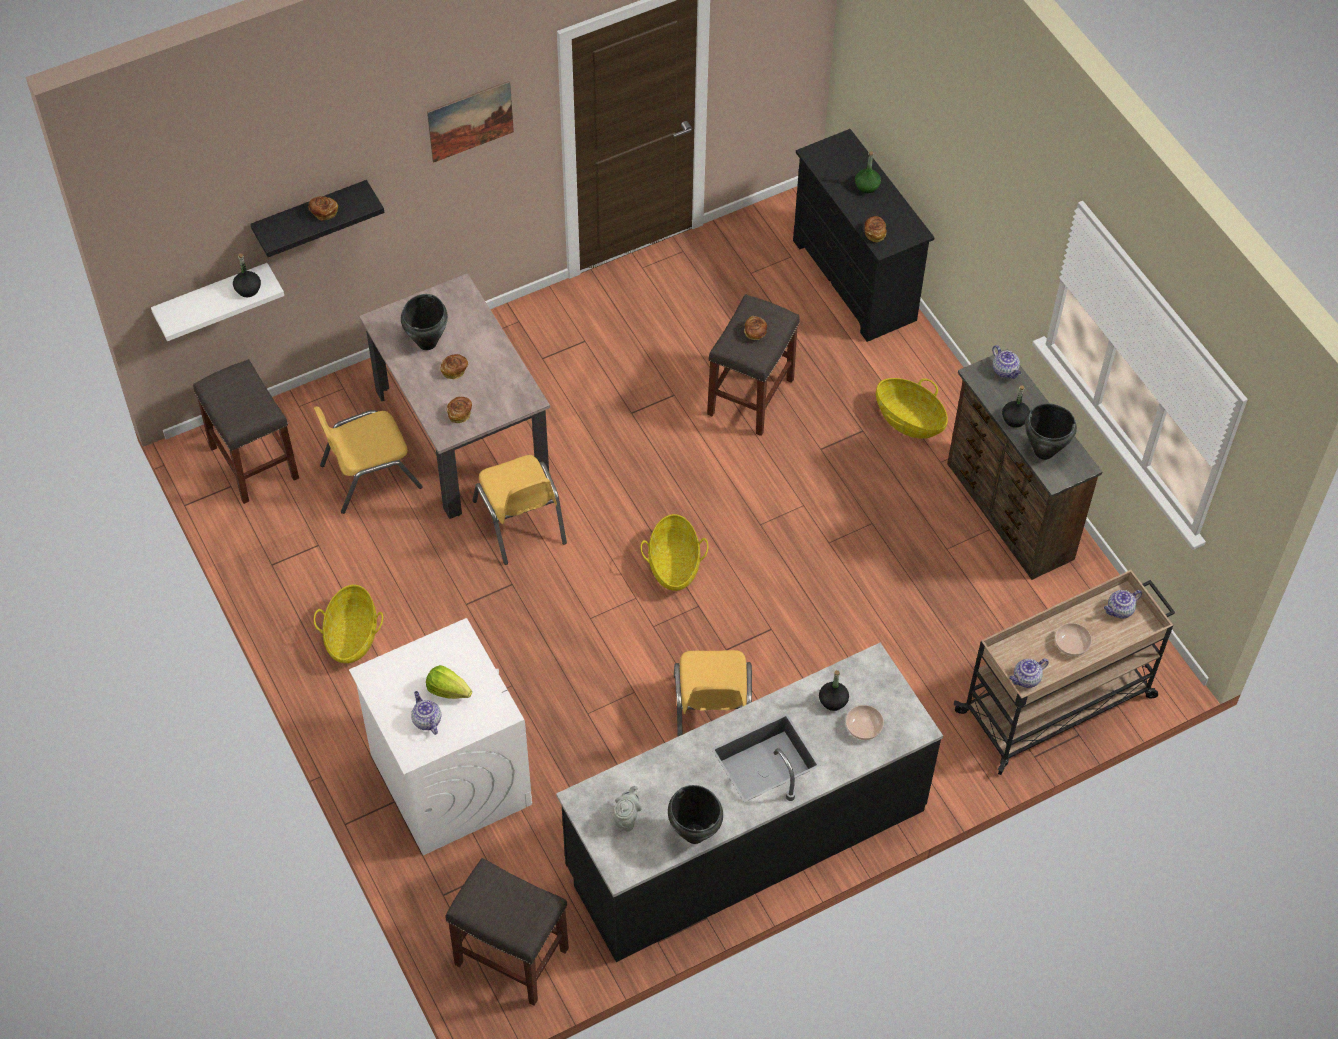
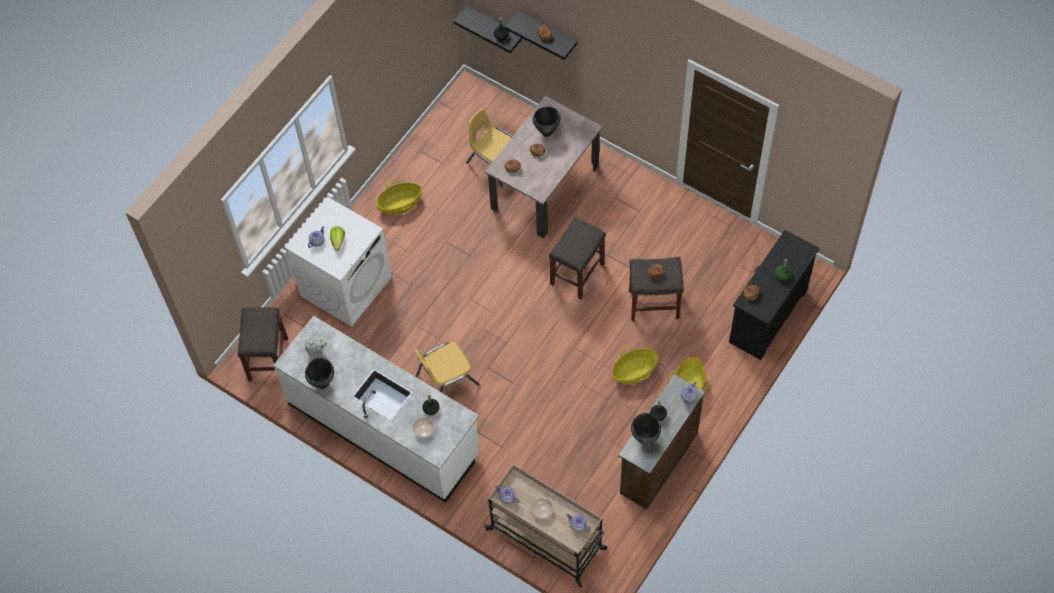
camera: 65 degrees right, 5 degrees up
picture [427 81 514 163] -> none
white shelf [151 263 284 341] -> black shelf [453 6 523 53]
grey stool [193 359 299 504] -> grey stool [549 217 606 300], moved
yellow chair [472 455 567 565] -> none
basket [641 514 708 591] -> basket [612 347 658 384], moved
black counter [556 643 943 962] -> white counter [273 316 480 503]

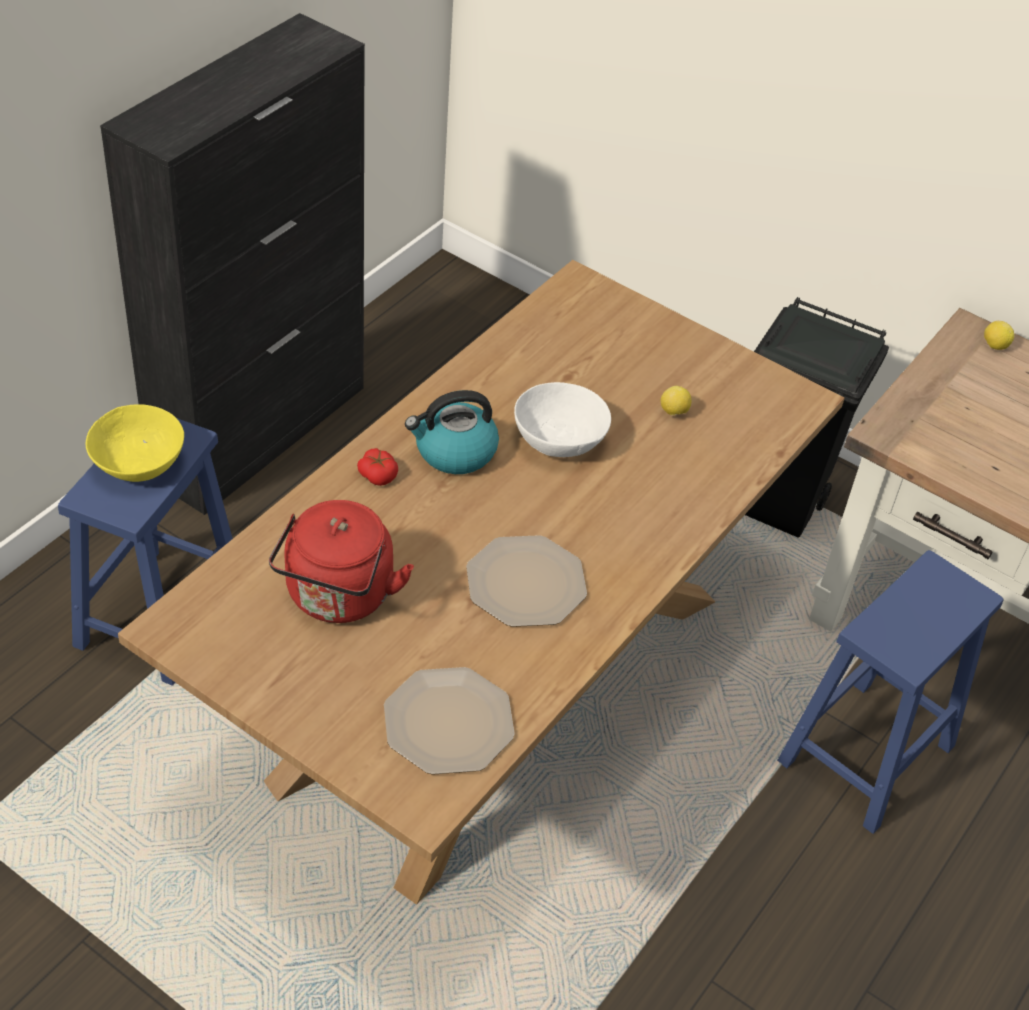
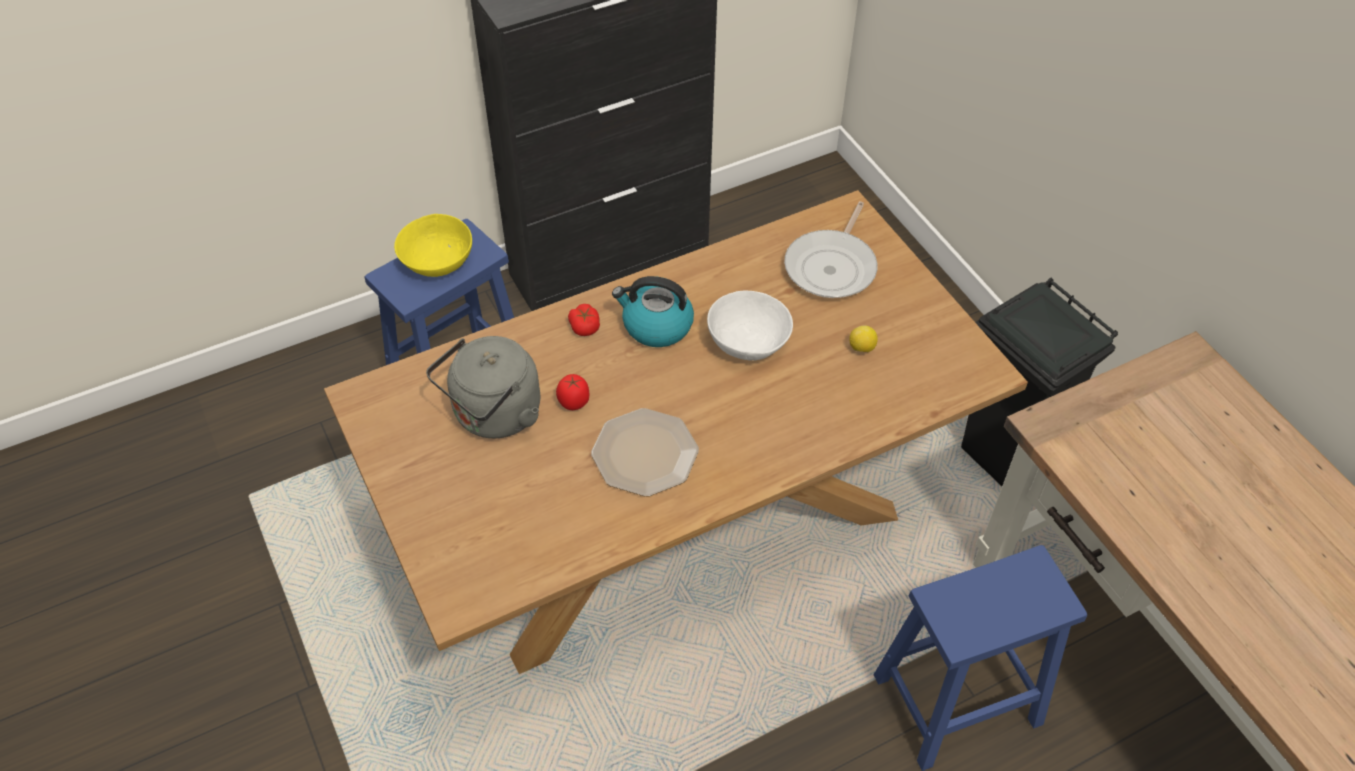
camera: 30 degrees right, 5 degrees up
lemon [984 321 1015 350] -> none
red kettle [269 500 414 623] -> grey kettle [426 336 540 438]
plate [384 667 515 775] -> none
none -> frying pan [784 201 878 298]
none -> tomato [556 374 589 410]

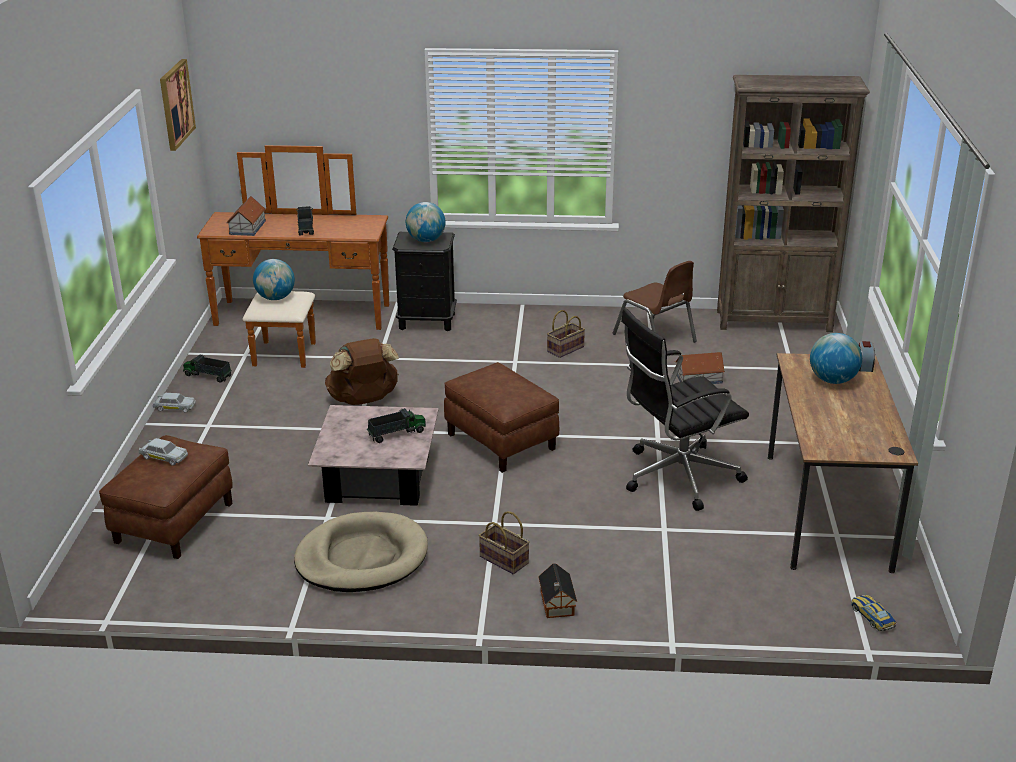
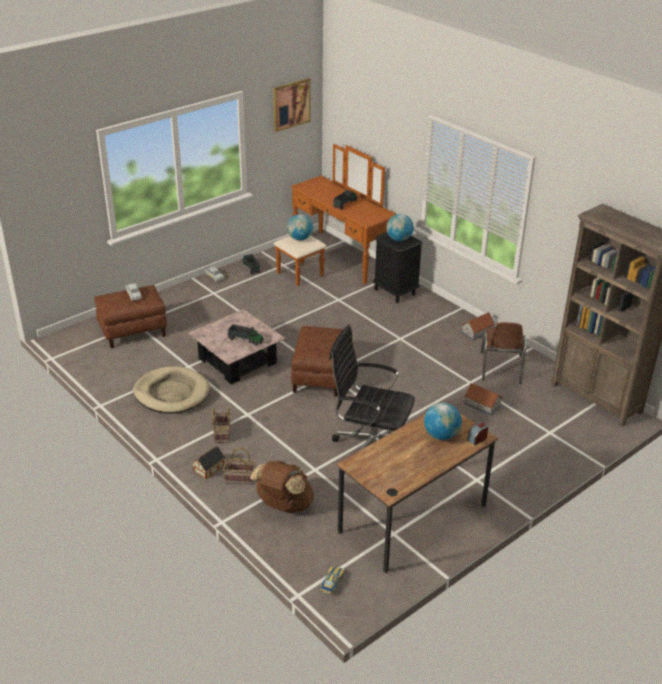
camera: 45 degrees right, 5 degrees up
toy house [227 196 266 236] -> toy house [461 312 495 341], moved
basket [547 310 585 358] -> basket [223 448 256 485], moved
brown backpack [325 338 399 405] -> brown backpack [250 460 314 513], moved

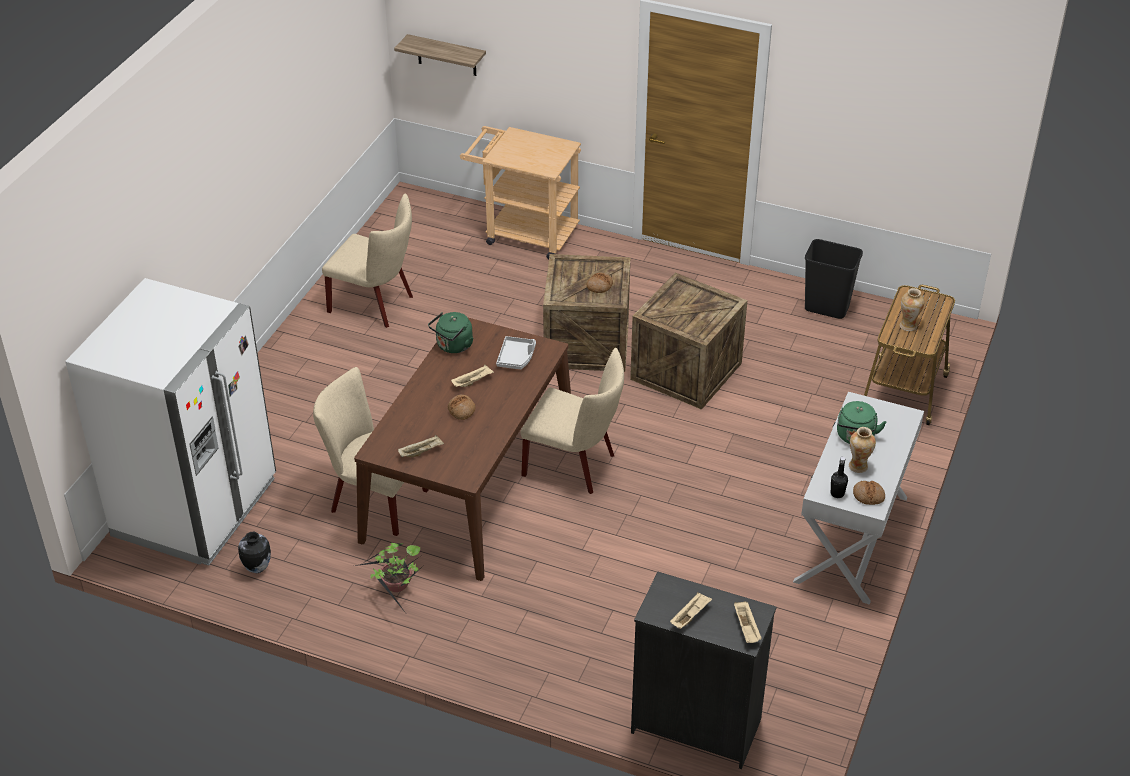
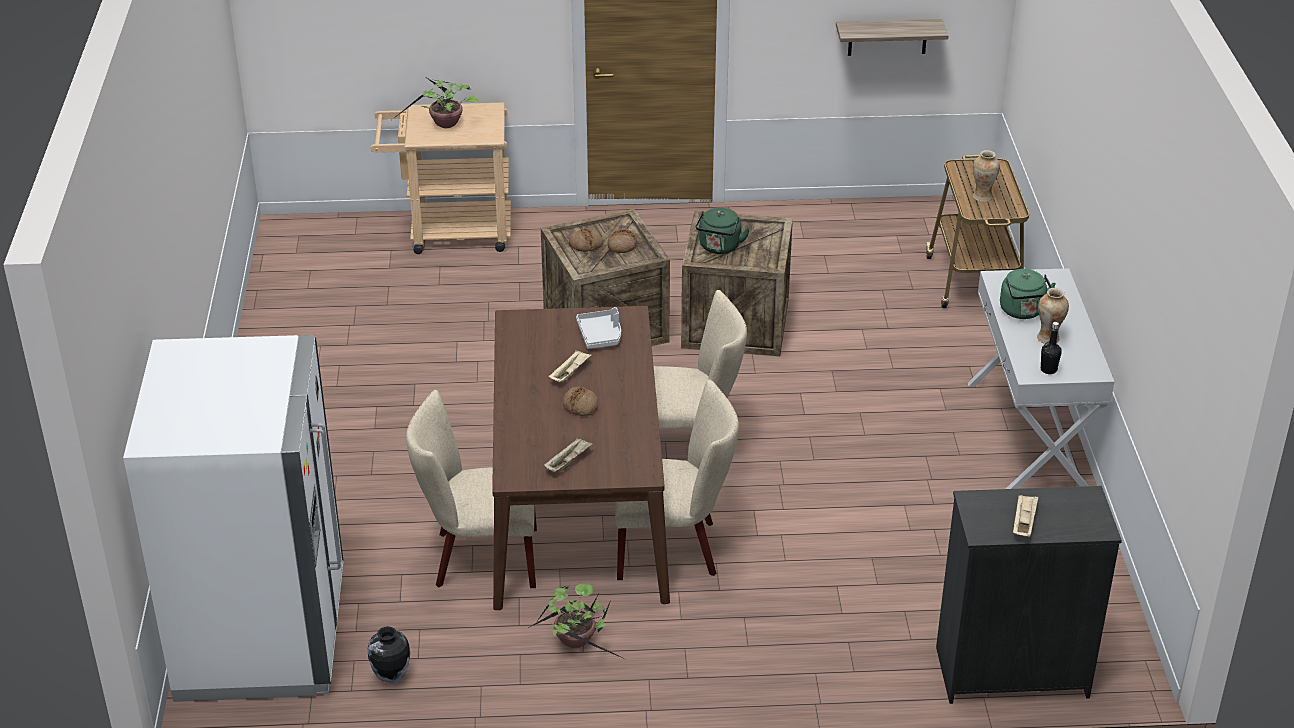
camera: 25 degrees left, 5 degrees down
shelf [394 34 486 76] -> shelf [836 19 948 56], moved
beige chair [322 193 413 328] -> beige chair [615 379 739 580], moved
black trash can [805 239 863 319] -> none
green kettle [428 312 473 353] -> green kettle [695 208 750 254], moved
bread [853 481 885 505] -> bread [569 228 603 252], moved
beige tray [734 601 762 643] -> none
none -> potted plant [393 78 479 128]

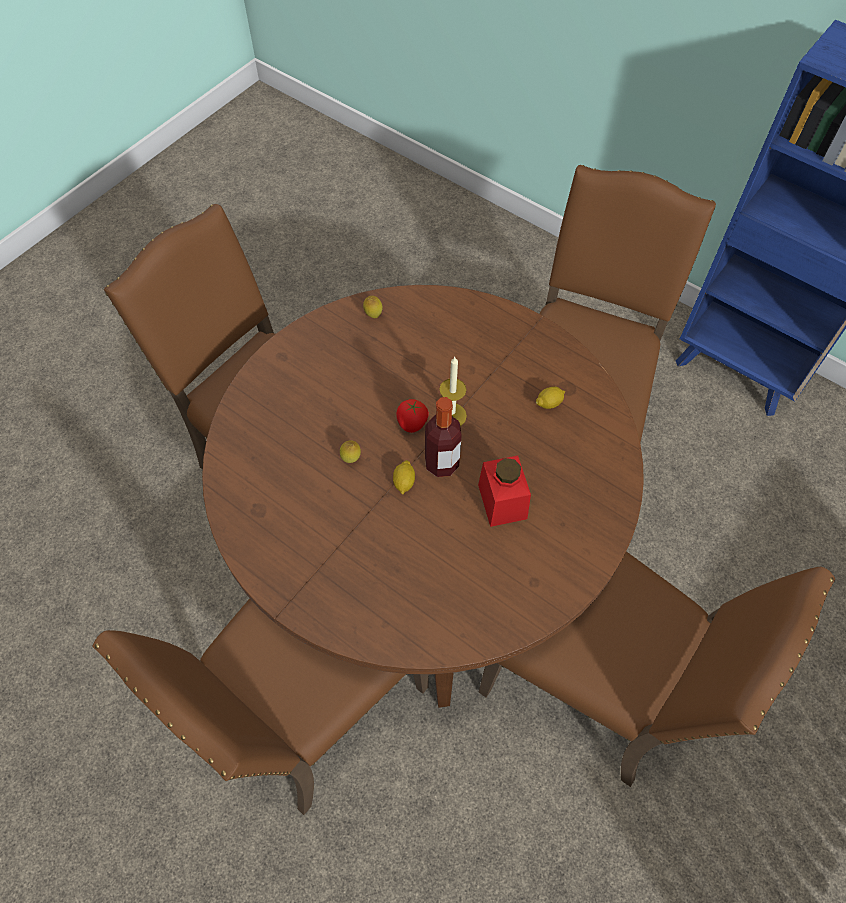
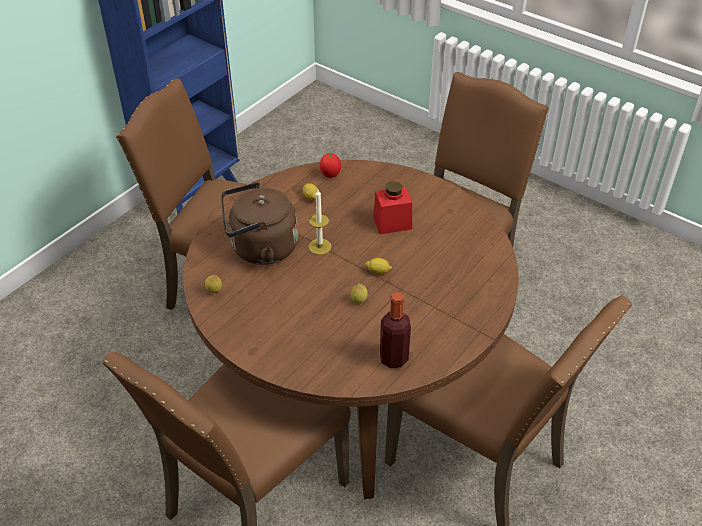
camera: 90 degrees left, 15 degrees down
bottle [425 397 462 477] -> bottle [380 292 411 369], moved
tomato [396 399 429 433] -> tomato [320 153 341 178], moved
none -> brown kettle [221 182 298 265]

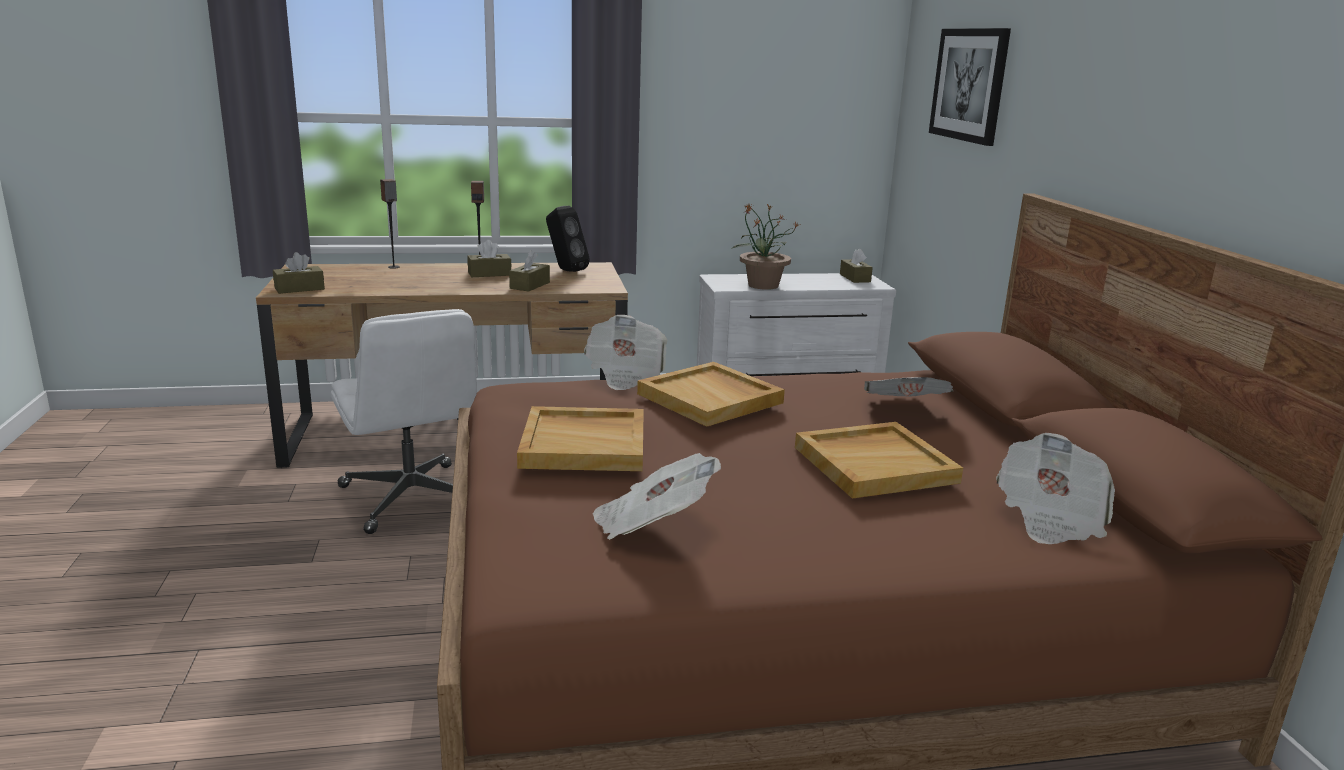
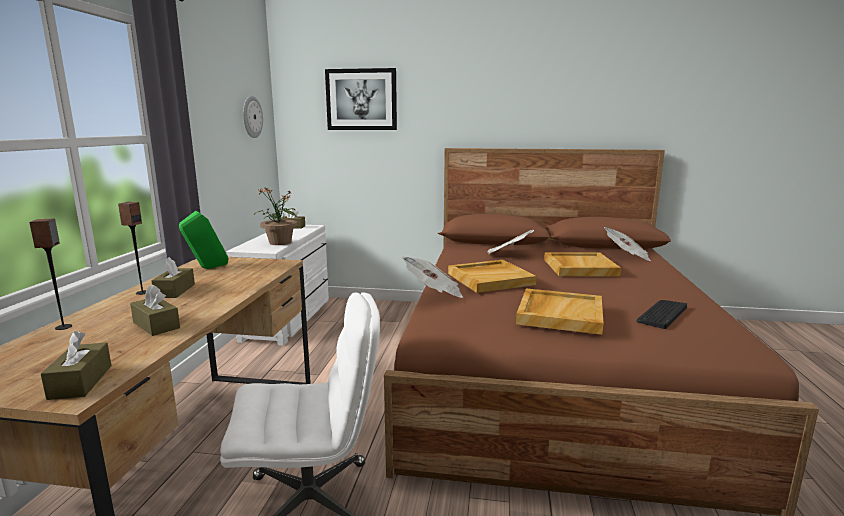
camera: 70 degrees left, 5 degrees down
black speaker [546 206 590 272] -> green speaker [179 211 228 269]
brown tissue box [509 251 550 292] -> brown tissue box [130 284 180 336], moved
newspaper [593 453 721 540] -> keyboard [637 300 687 329]
none -> wall clock [243 96 263 138]

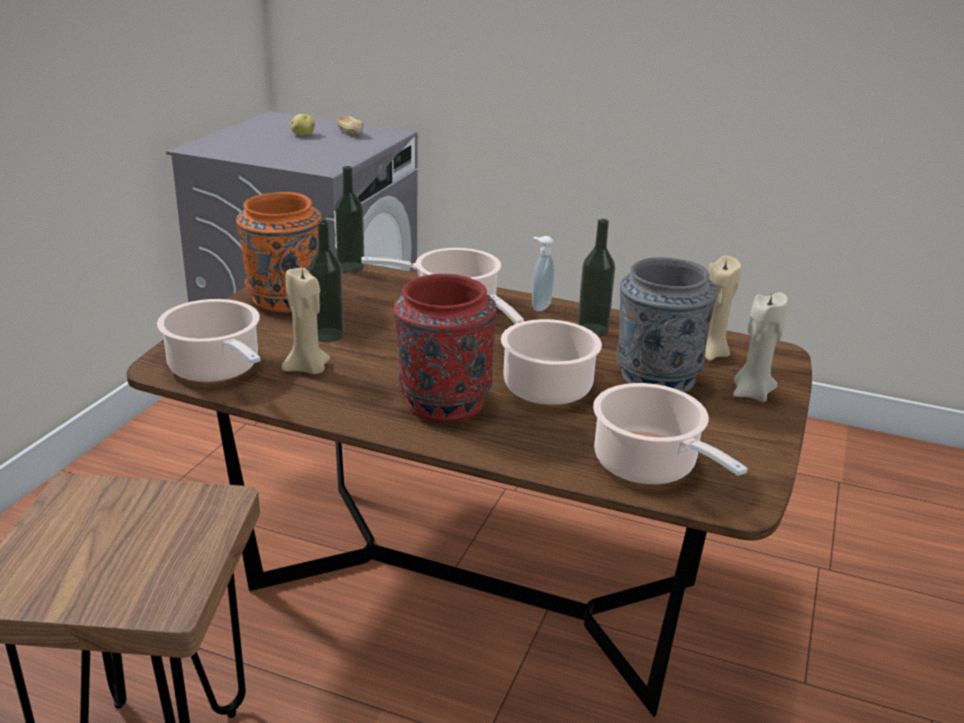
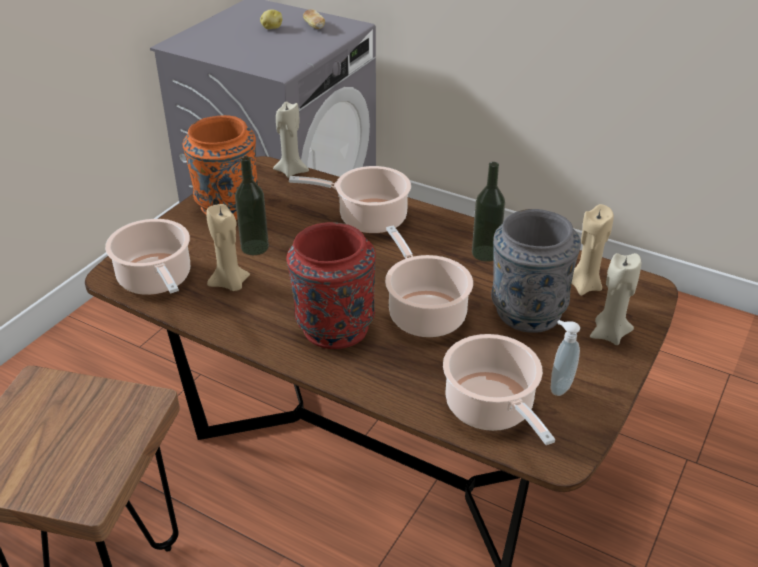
camera: 10 degrees right, 10 degrees up
bottle [334 166 365 273] -> beige candle [273 102 309 178]
soap dispenser [532 236 555 311] -> soap dispenser [550 320 580 396], moved

